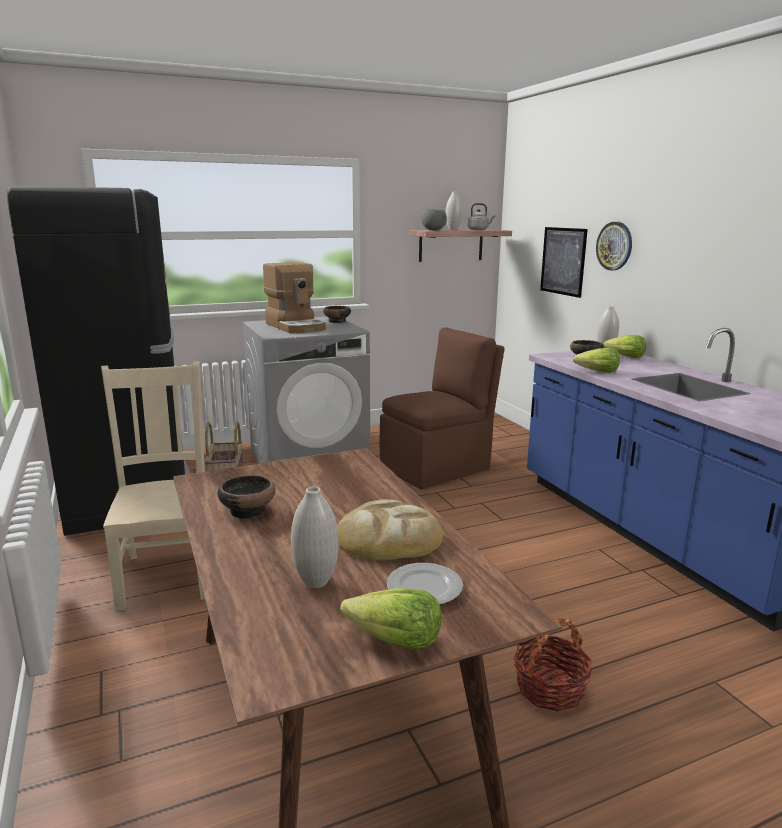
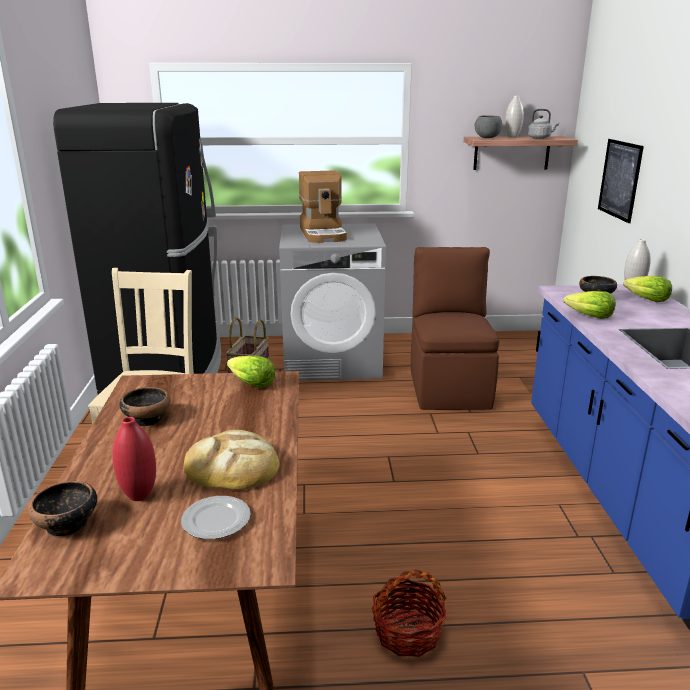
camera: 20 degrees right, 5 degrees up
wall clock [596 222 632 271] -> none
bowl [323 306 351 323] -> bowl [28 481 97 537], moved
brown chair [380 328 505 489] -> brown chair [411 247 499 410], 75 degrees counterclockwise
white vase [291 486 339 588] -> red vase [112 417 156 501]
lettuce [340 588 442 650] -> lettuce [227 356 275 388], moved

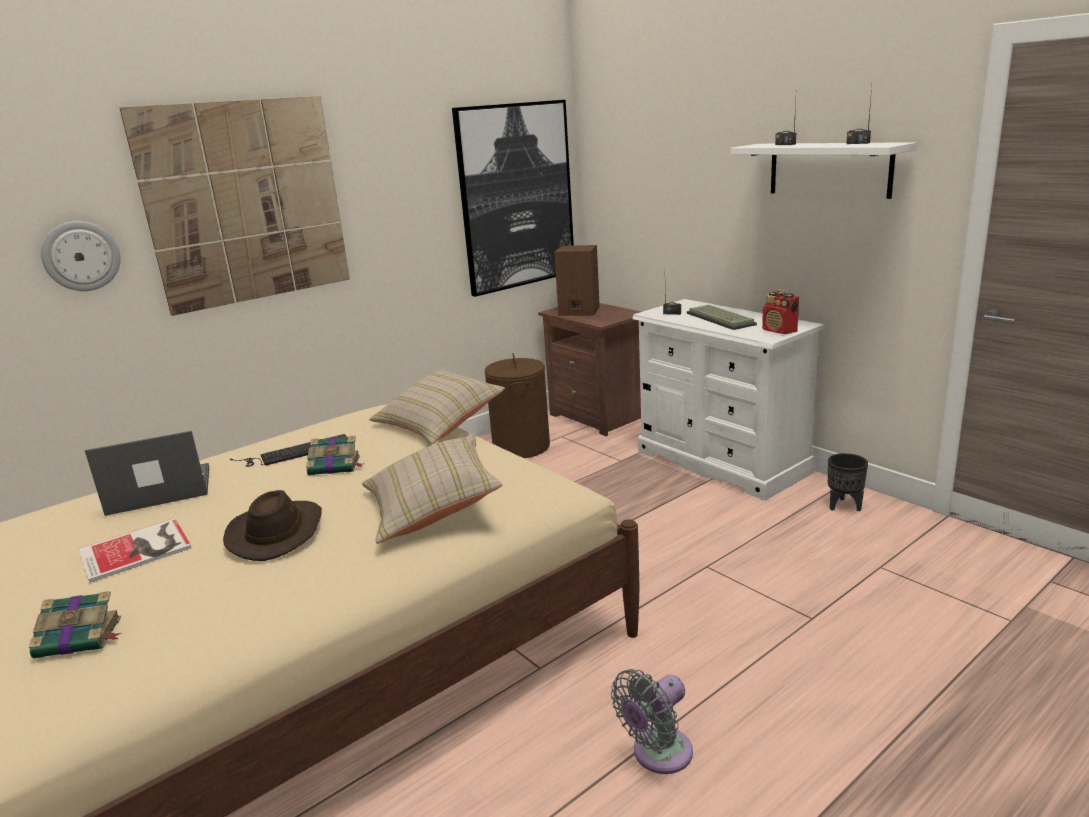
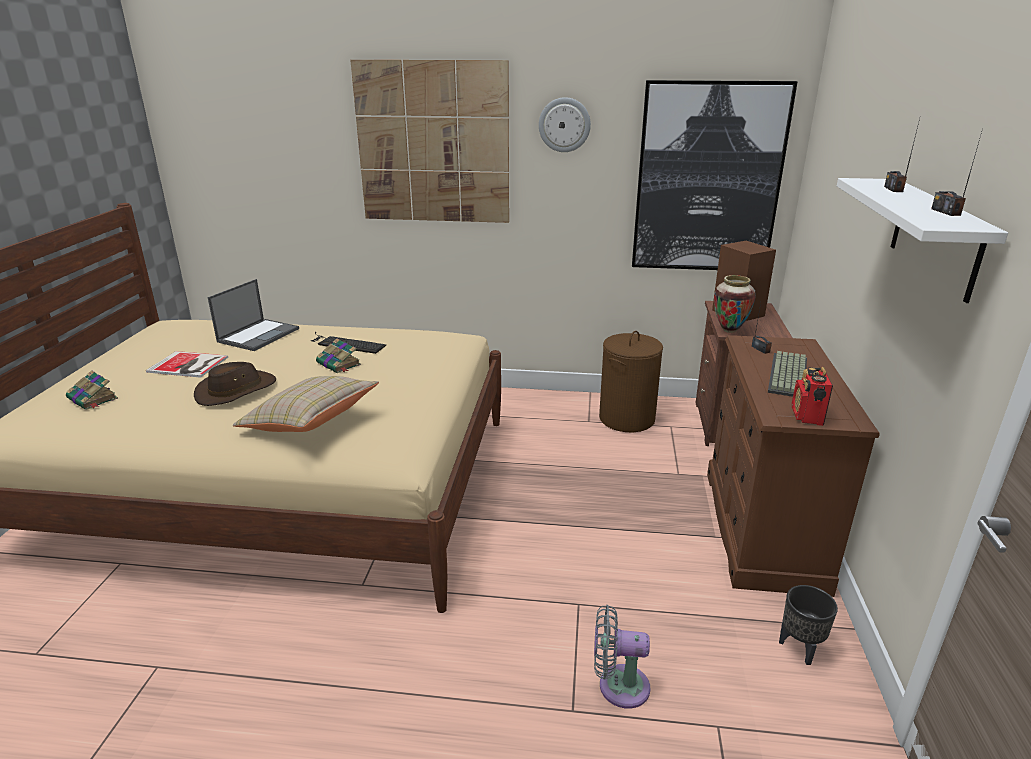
camera: 45 degrees right, 5 degrees up
wall clock [41 221 121 291] -> wall clock [539 97 591 152], moved
white dresser [632 299 825 501] -> brown dresser [707 335 880 597]
beige pillow [369 369 505 444] -> none
laptop [85 431 209 516] -> laptop [208 279 299 351], 90 degrees clockwise
grey fan [611 669 693 774] -> grey fan [594 605 650 708], moved
none -> vase [714 275 756 333]

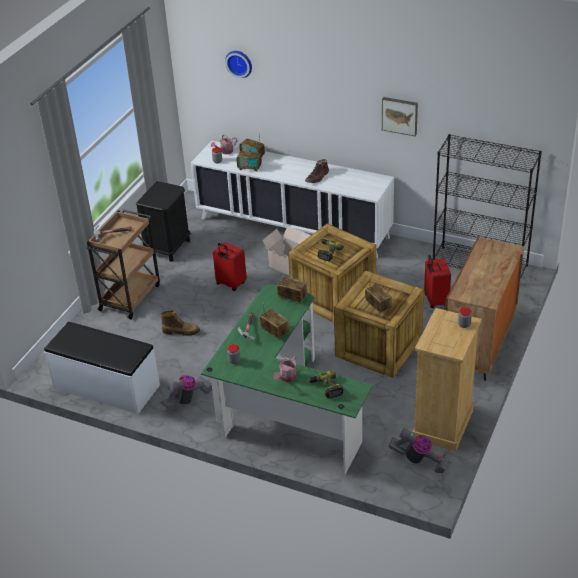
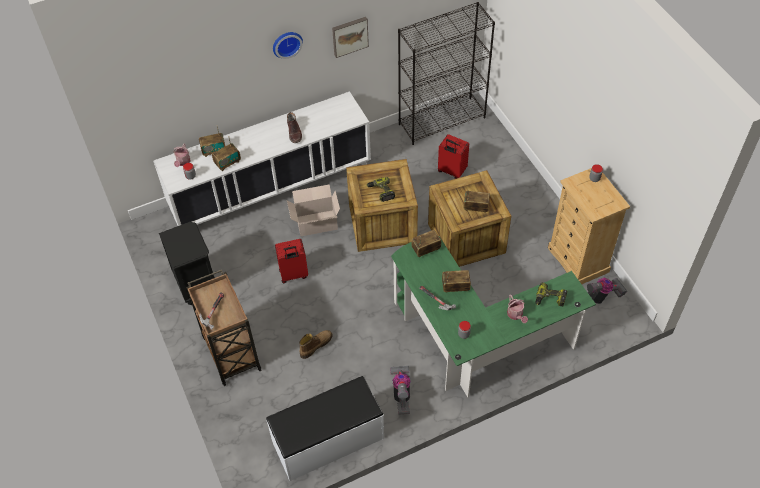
camera: 50 degrees left, 15 degrees up
wall clock [225 51 252 78] -> wall clock [273 32 303 59], moved
brown cabinet [444 237 524 381] -> none

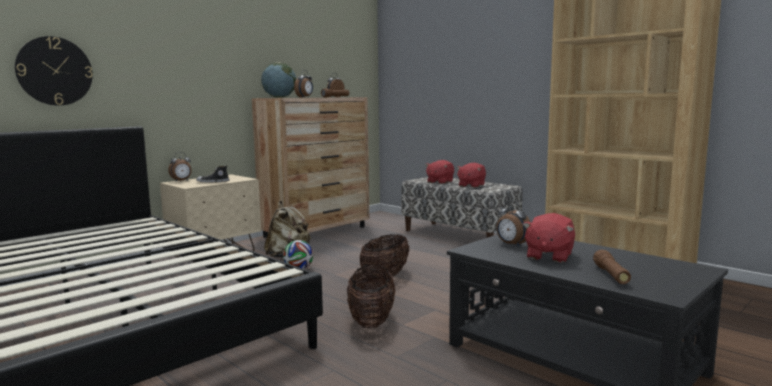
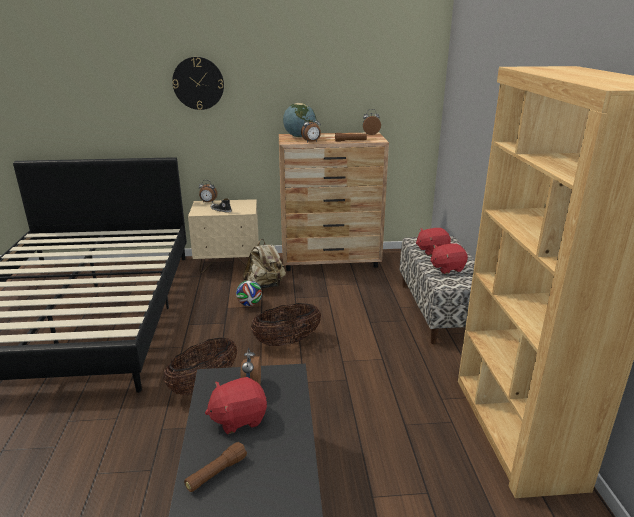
camera: 40 degrees right, 15 degrees up
wall clock [15 36 93 106] -> wall clock [172 57 224 110], moved

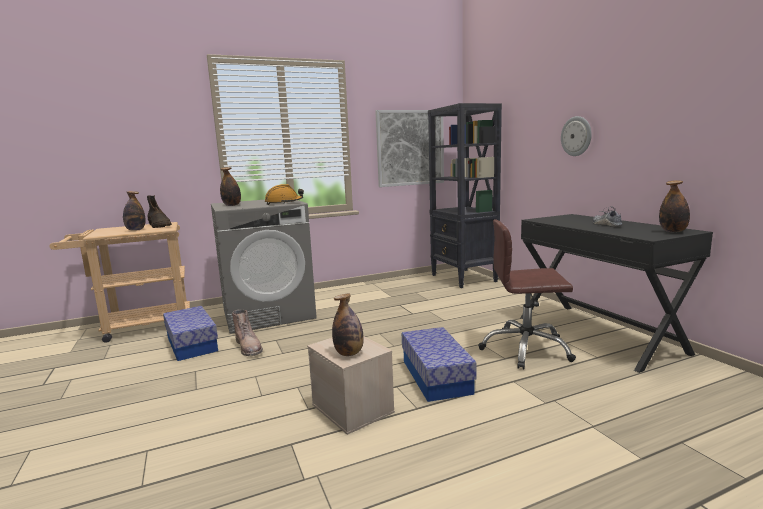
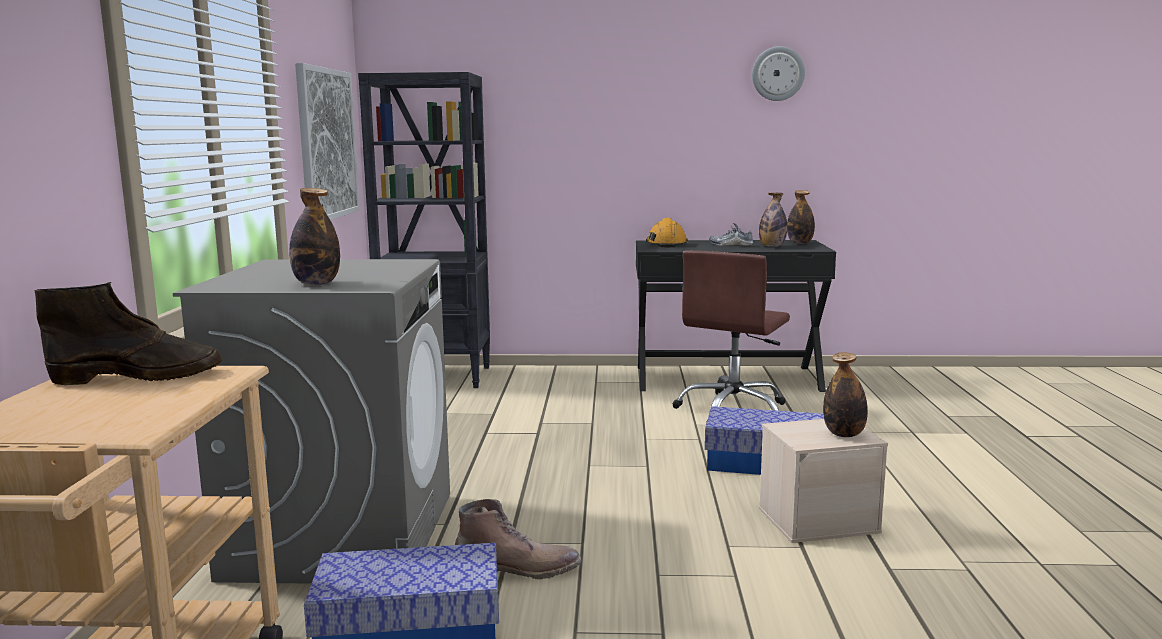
camera: 65 degrees left, 0 degrees up
wall clock [561 116 592 156] -> wall clock [752 46 805 101], moved
orange hard hat [265 184 304 205] -> orange hard hat [646 218 688 248], moved
bottle [123 191 146 231] -> bottle [759 193 787 247], moved

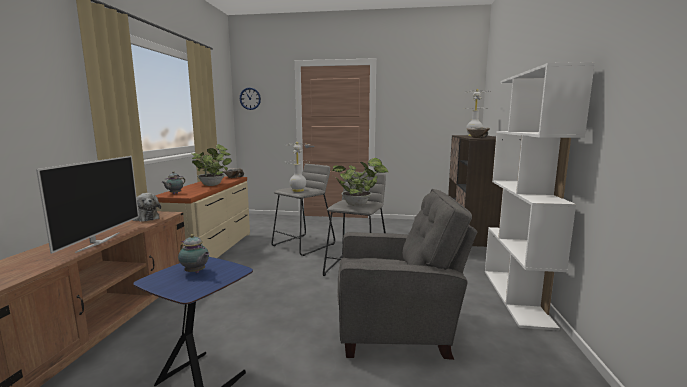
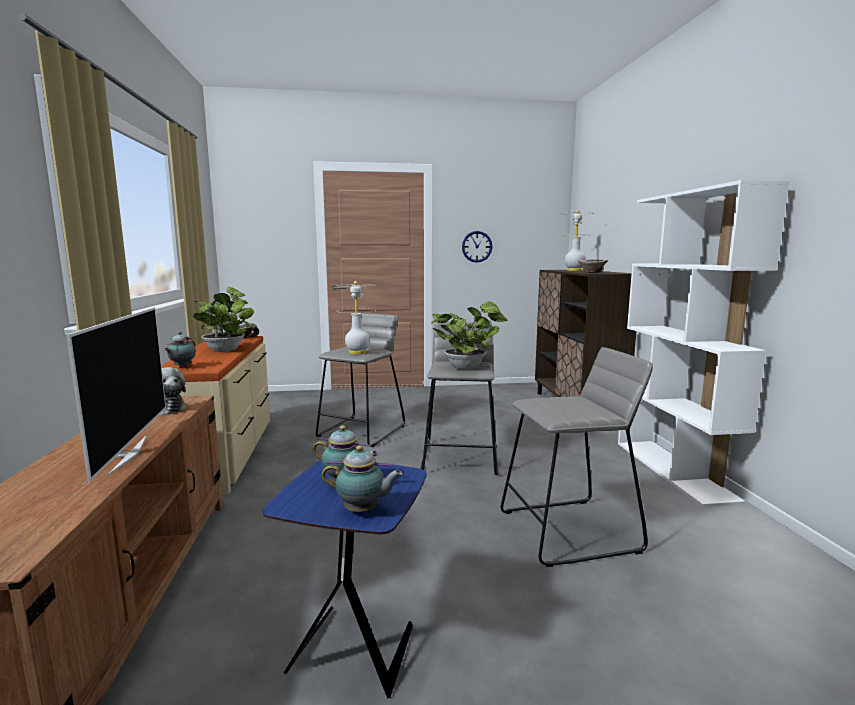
camera: 15 degrees left, 0 degrees up
wall clock [240 87 261 110] -> wall clock [462 231 492 263], moved
grey armchair [337 189 477 360] -> grey stool [500 347 653 567]
none -> teapot [322 446 403 512]

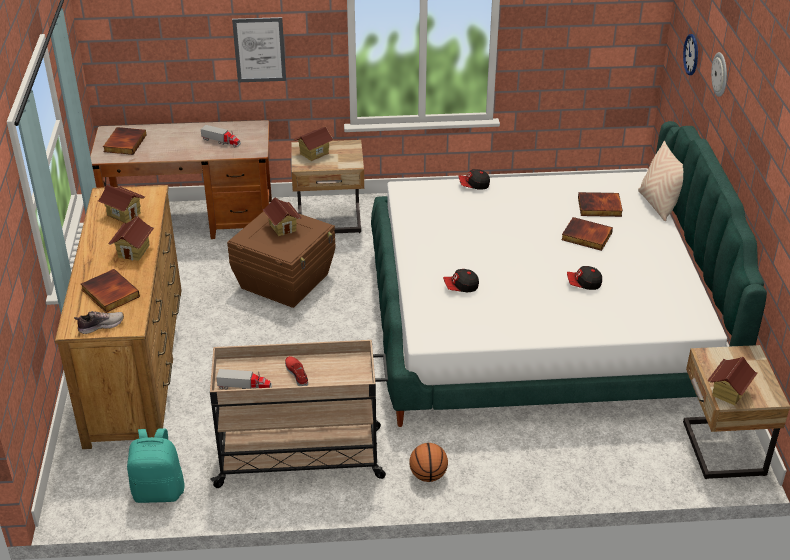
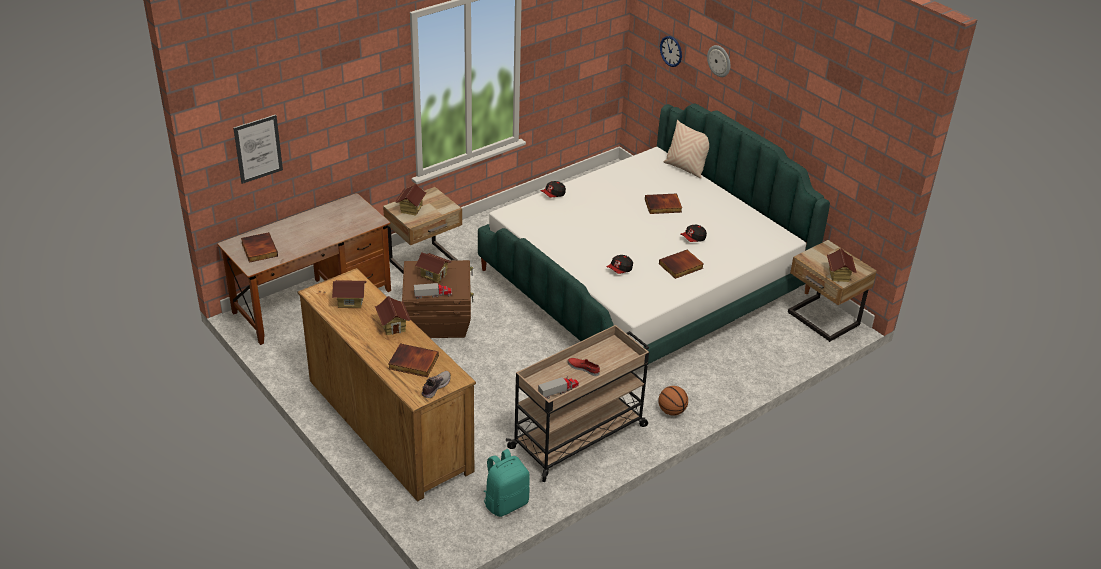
camera: 35 degrees left, 0 degrees up
picture [232 17 286 82] -> picture [233 115 283 184], moved
toy truck [201 125 241 147] -> toy truck [414 283 452 299], moved
book [578 192 623 217] -> book [659 250 704 279], moved

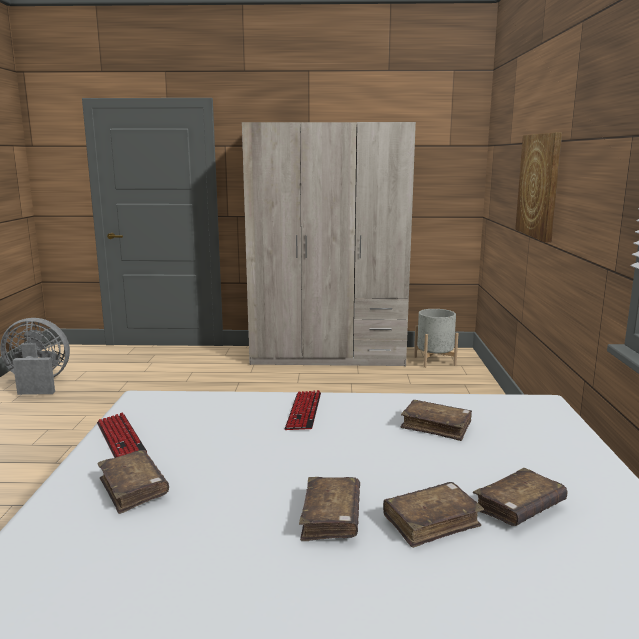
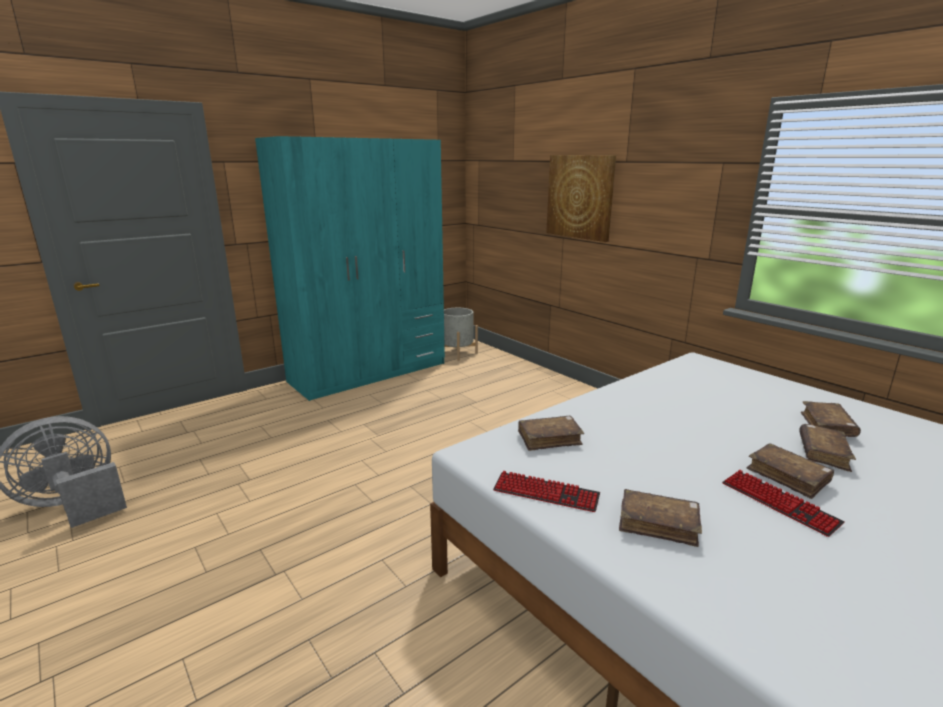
camera: 40 degrees left, 5 degrees up
beige wardrobe [242 122 416 366] -> turquoise wardrobe [255 136 445 401]
keyboard [285 390 321 430] -> keyboard [722 470 845 537], moved
brown book [400 400 472 441] -> brown book [518 416 584 451], moved

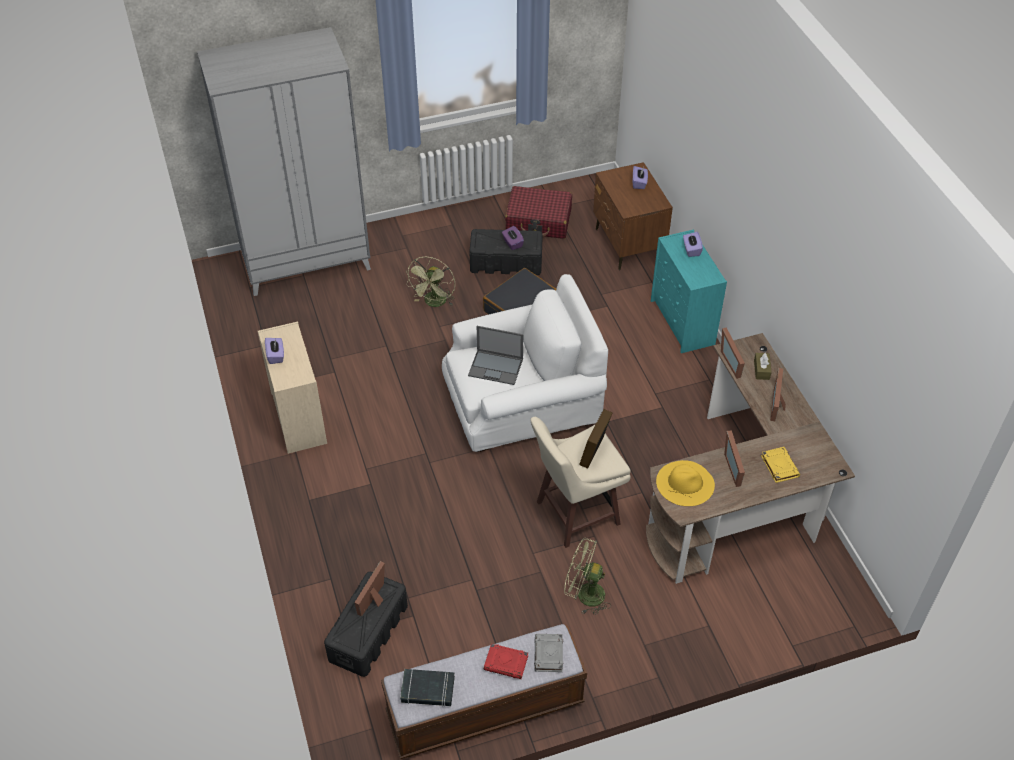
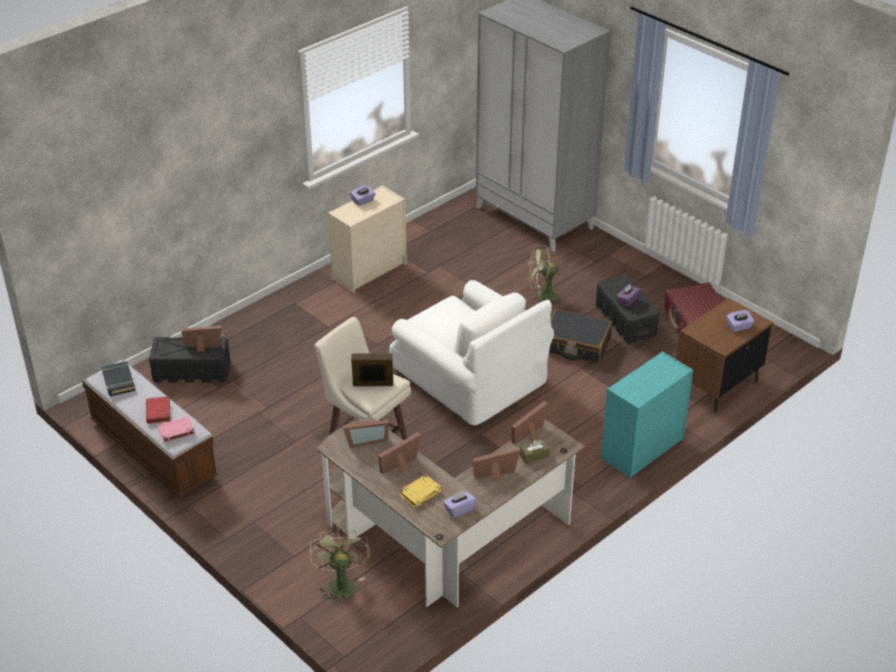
camera: 65 degrees right, 10 degrees down
purple tissue box [683 232 703 257] -> purple tissue box [443 490 476 518], moved
laptop [468 326 523 385] -> none
yellow hat [656 460 715 506] -> picture frame [342 420 389 448]
green fan [564 538 611 615] -> green fan [309 528 370 606], moved
grey book [534 634 563 672] -> pink book [157 416 195 443]

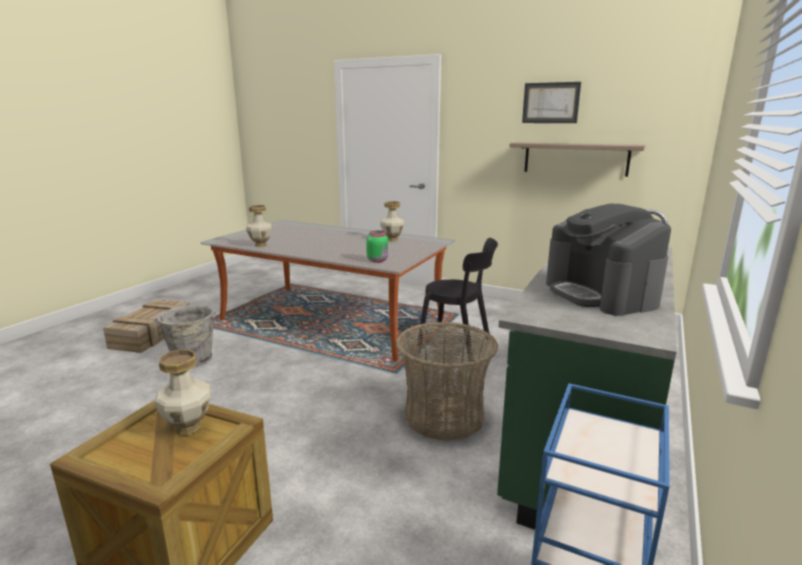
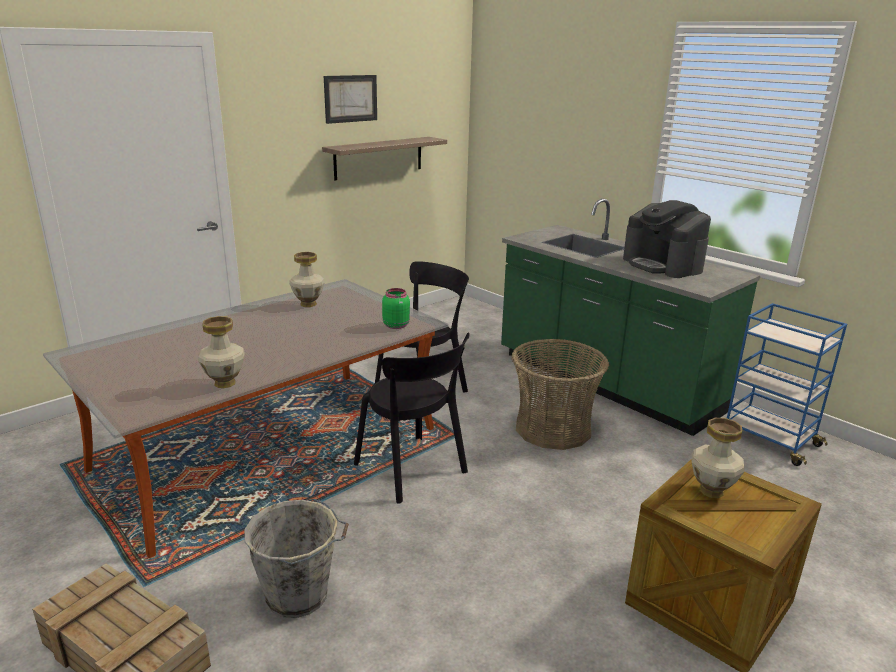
camera: 70 degrees left, 5 degrees up
coffee machine [546 204 671 316] -> coffee machine [623 200 711 278], 60 degrees clockwise
none -> black chair [354 332 470 504]

